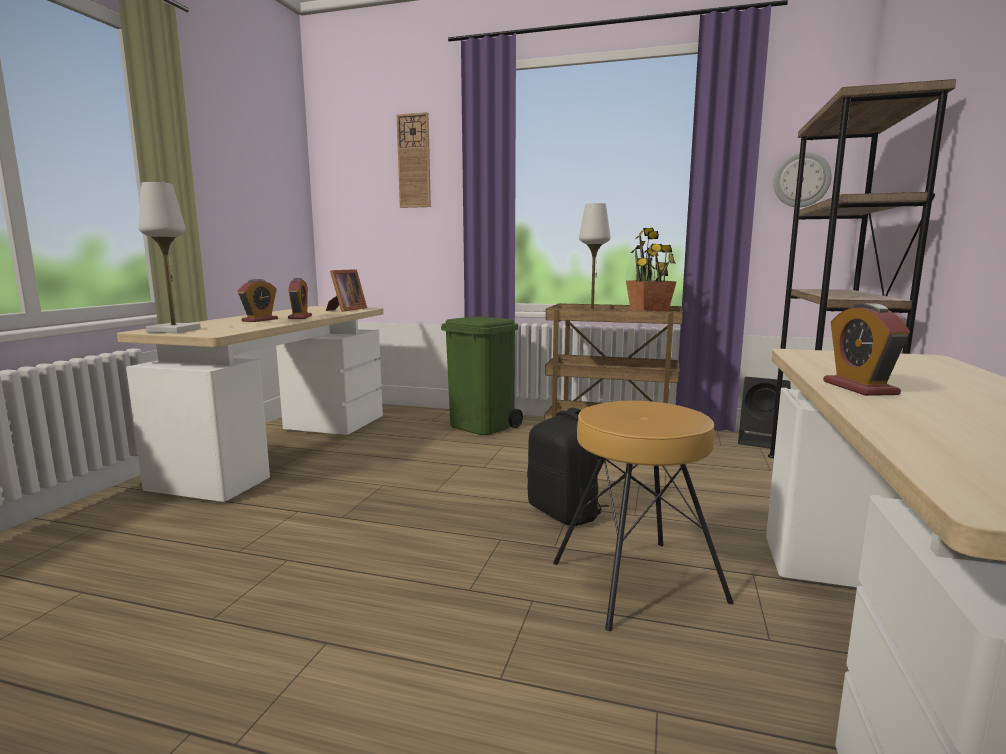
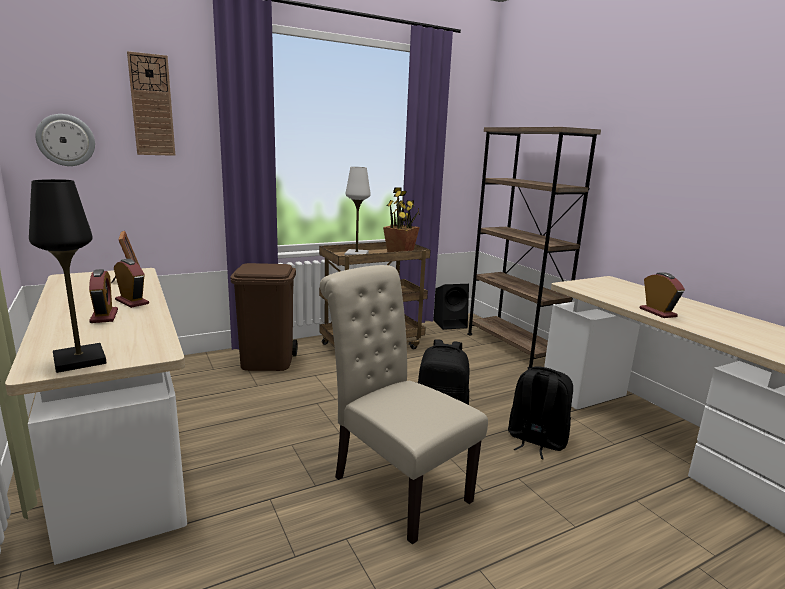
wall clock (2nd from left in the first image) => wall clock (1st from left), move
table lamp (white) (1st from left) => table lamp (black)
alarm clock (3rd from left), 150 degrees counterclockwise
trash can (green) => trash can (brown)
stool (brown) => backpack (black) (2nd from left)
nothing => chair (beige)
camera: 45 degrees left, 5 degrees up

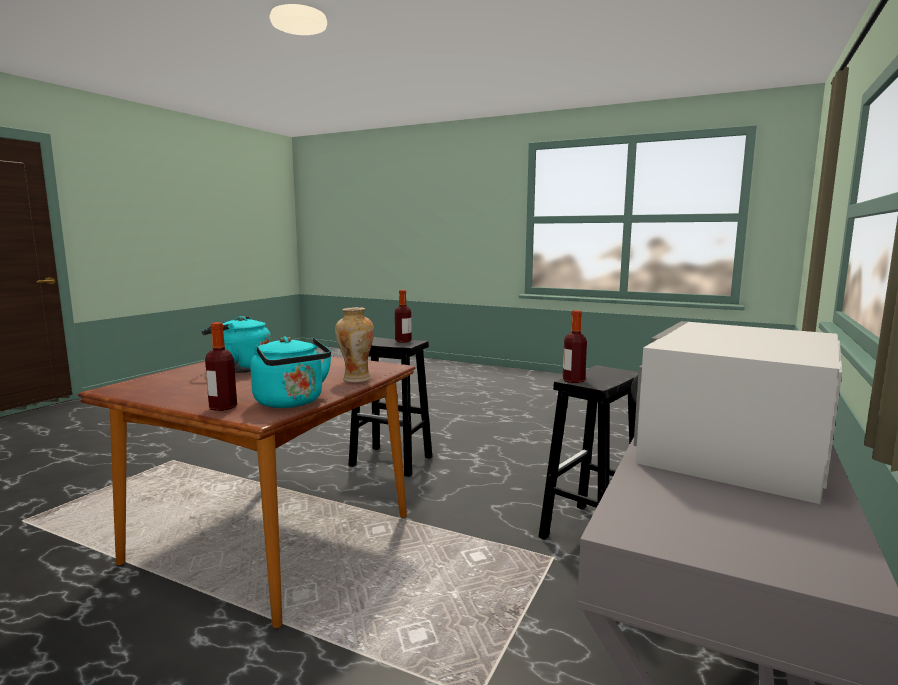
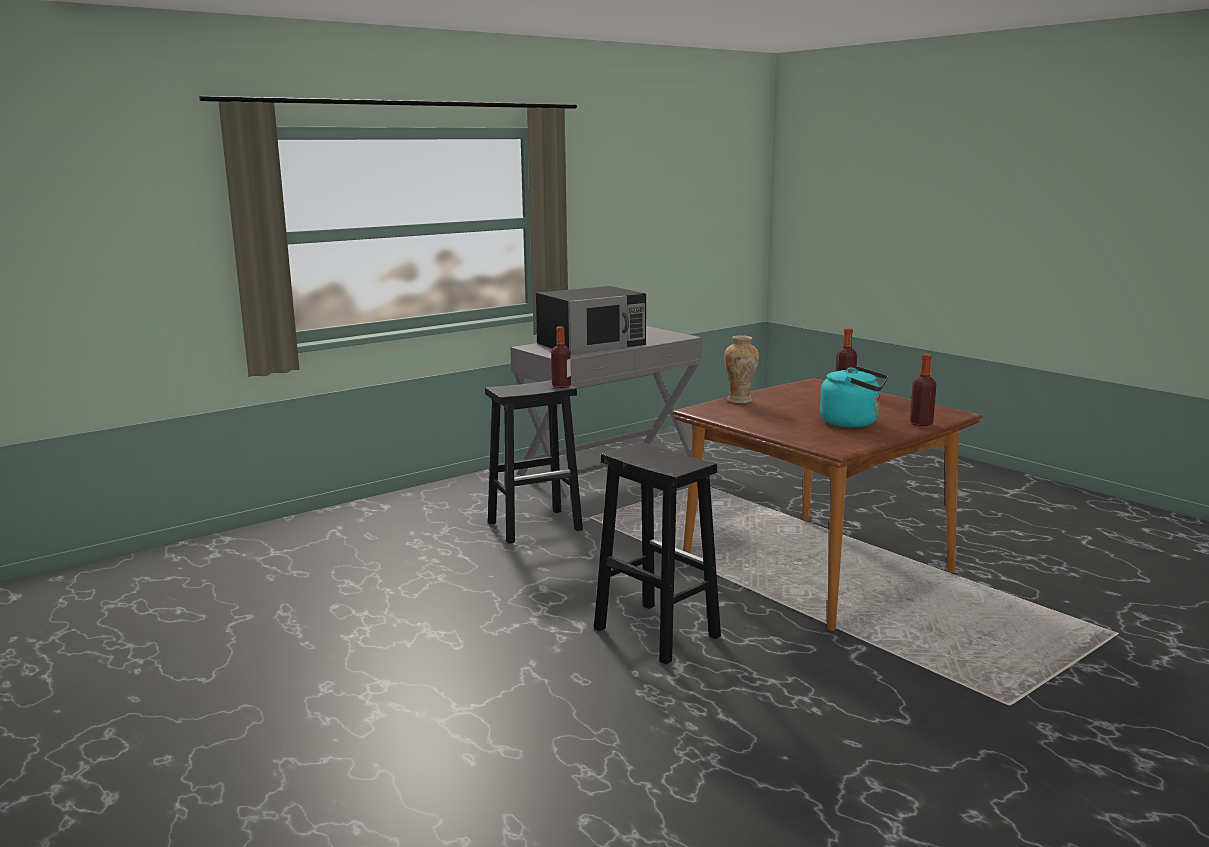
bottle (2nd from left in the first image) => bottle (3rd from left), move
microwave (white) => microwave (black)
kettle (turquoise) (2nd from left) => nothing
camera: 155 degrees left, 5 degrees up

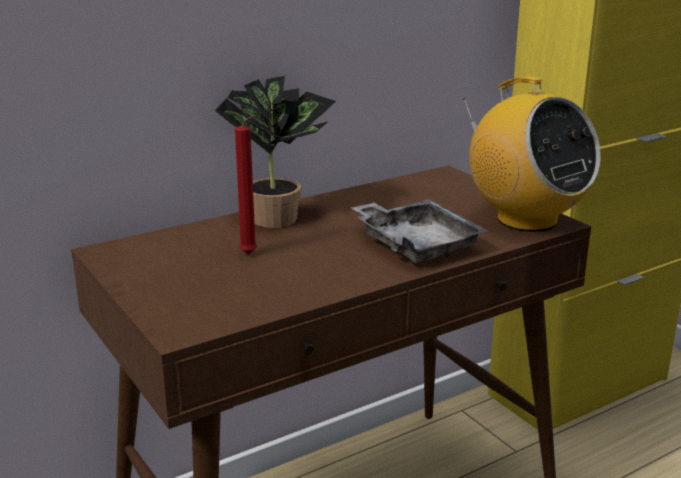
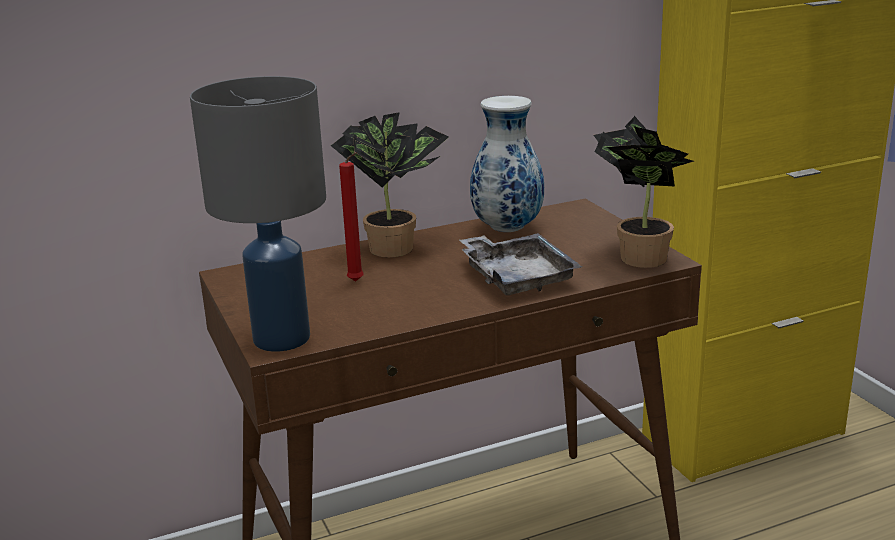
radio => potted plant (2nd from left)
nothing => table lamp (grey)
nothing => vase
camera: 10 degrees right, 0 degrees up

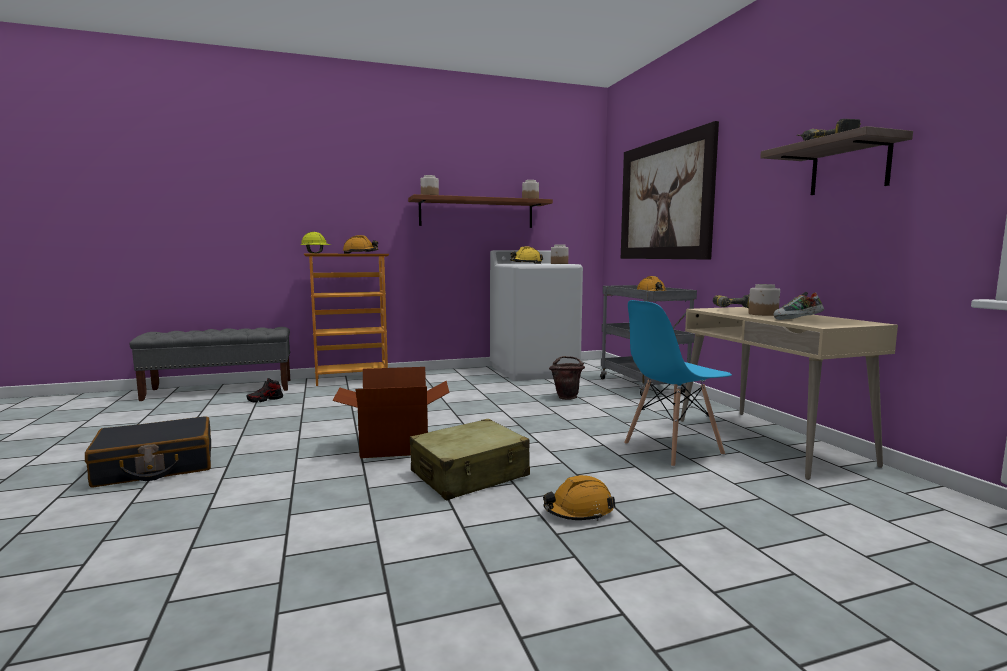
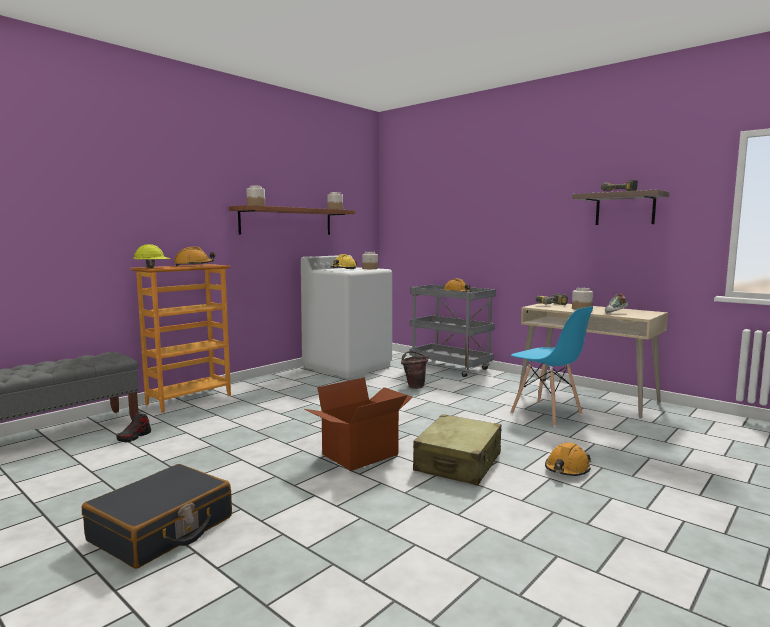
picture => nothing
chair (blue), 75 degrees counterclockwise
camera: 30 degrees left, 0 degrees up

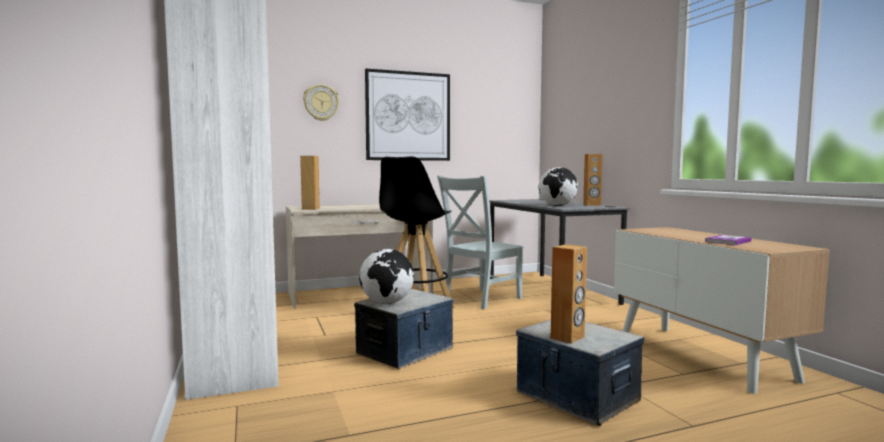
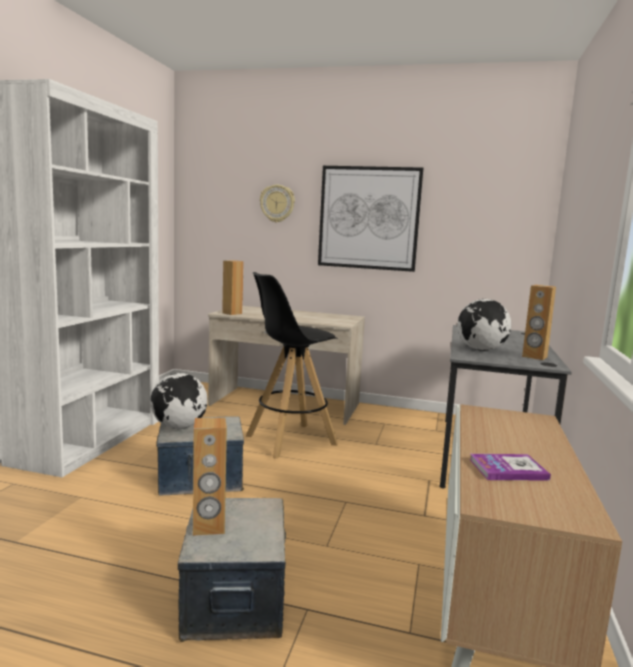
chair (grey) => nothing
camera: 35 degrees right, 5 degrees up

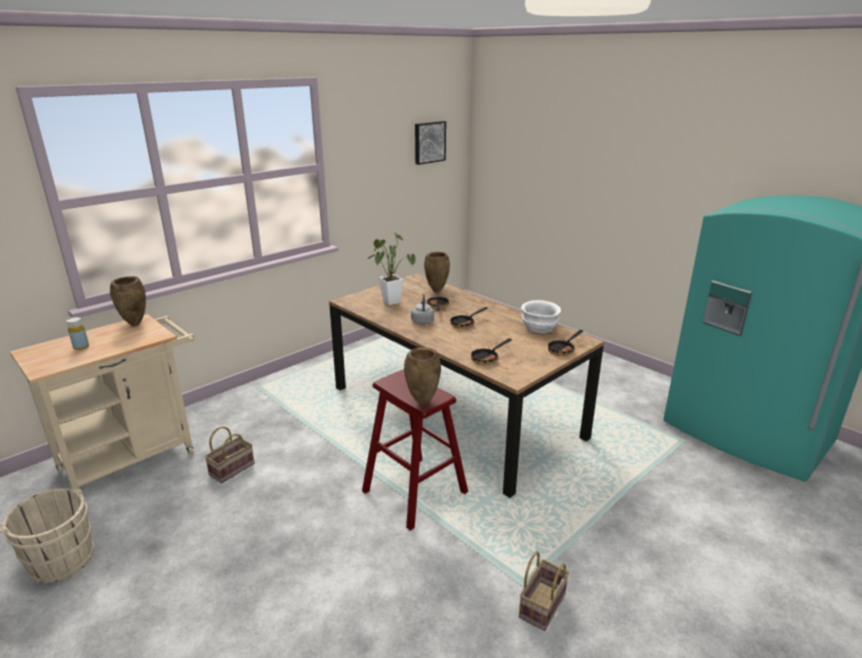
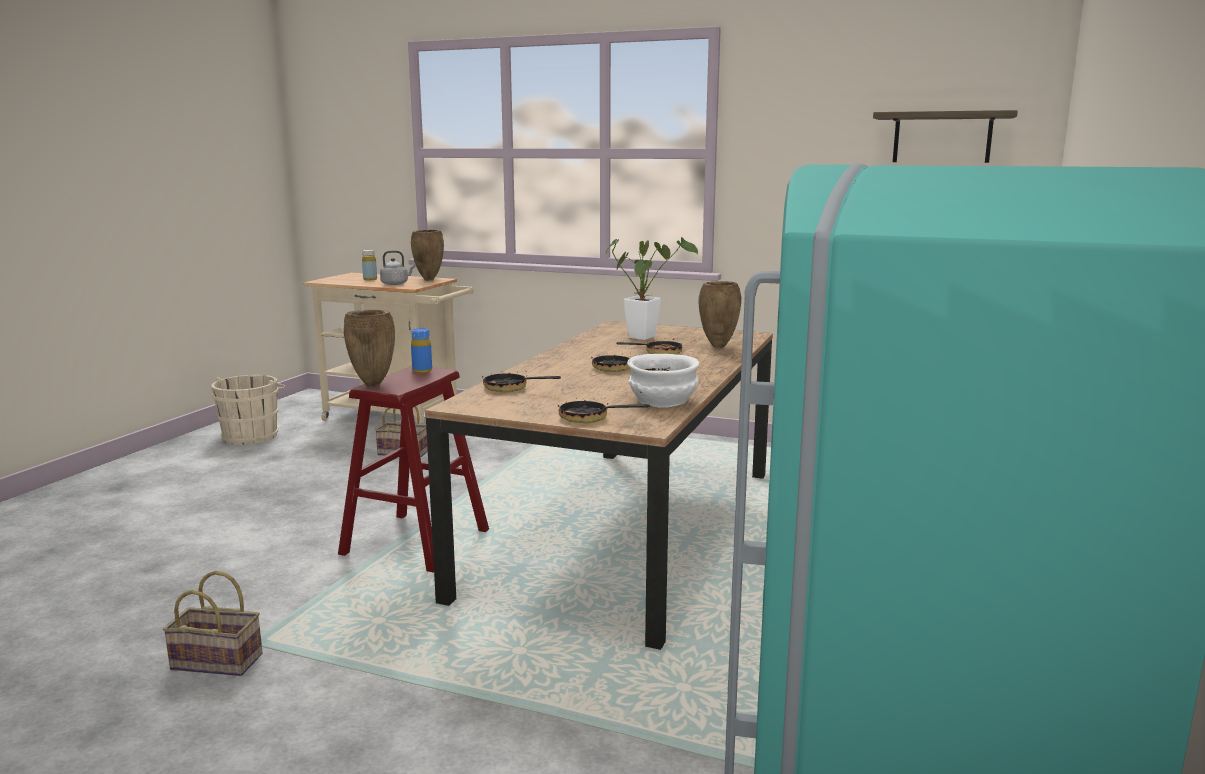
picture => shelf
kettle (grey), move
nothing => bottle (blue)
camera: 65 degrees right, 10 degrees down

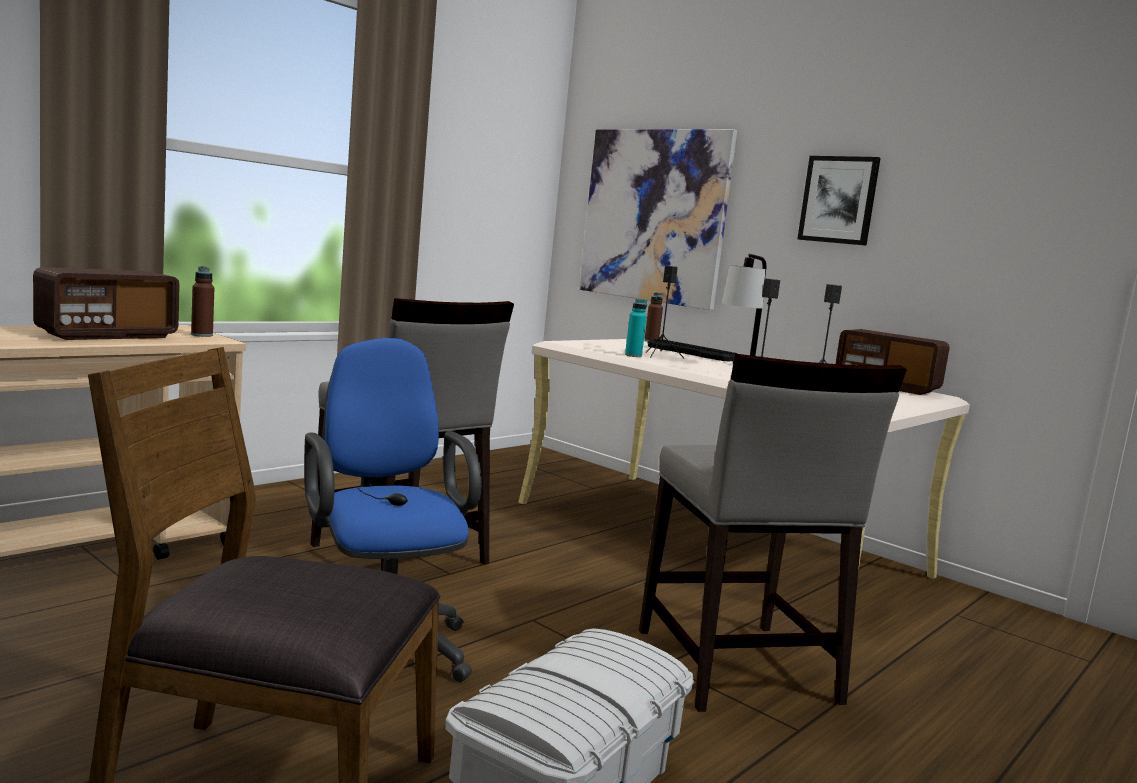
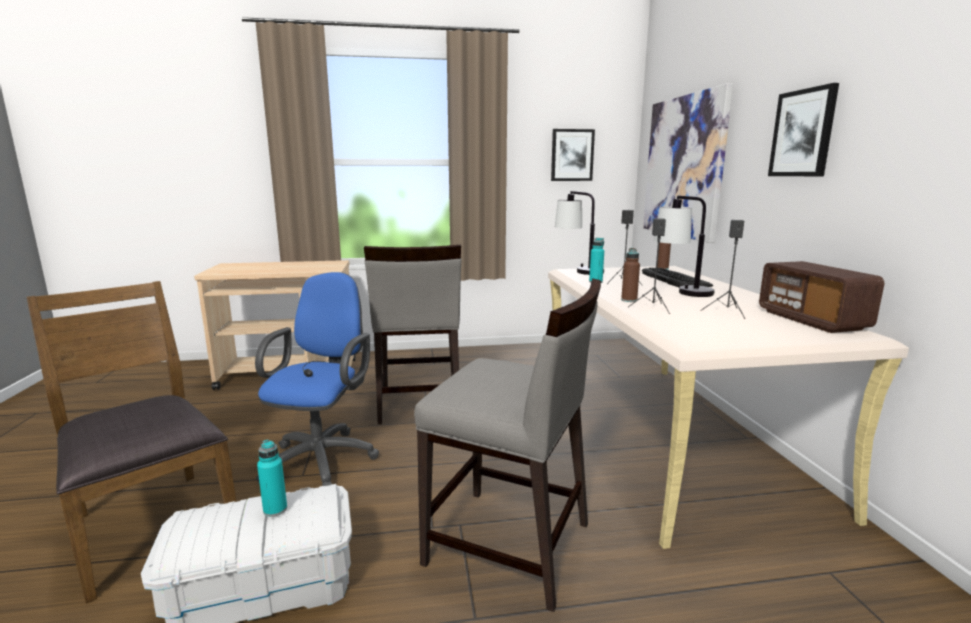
bottle (brown) (1st from left), move
radio (1st from left) => nothing
chair (grey) (2nd from left), 90 degrees counterclockwise
nothing => picture (1st from left)
nothing => table lamp (1st from left)
nothing => bottle (turquoise) (1st from left)
camera: 40 degrees right, 5 degrees up

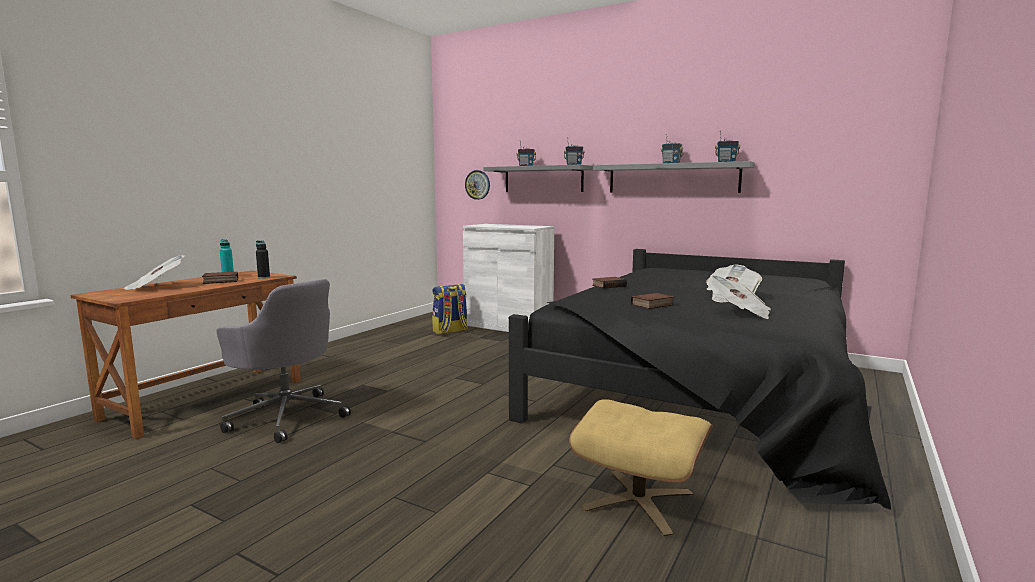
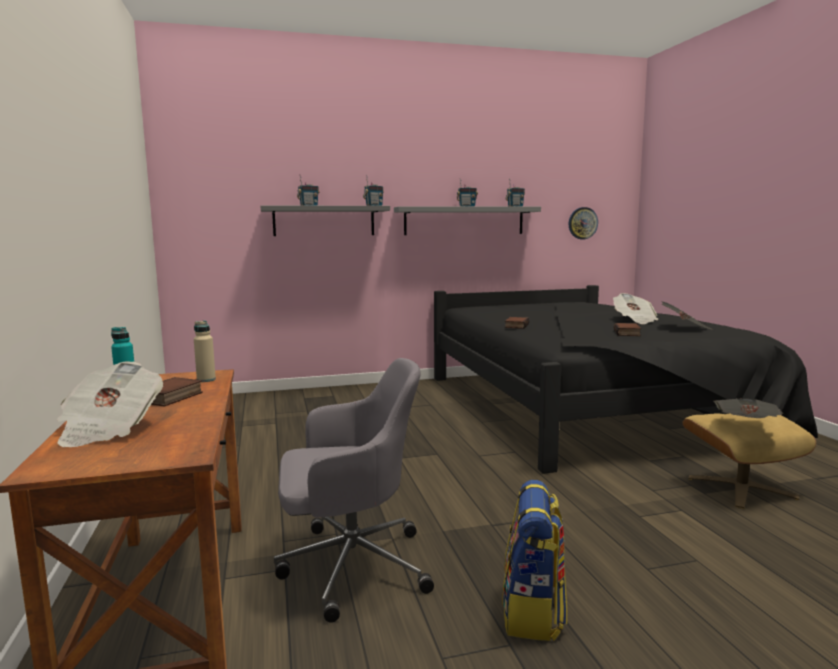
wall clock, move
cabinet (white) => nothing
bottle (black) => bottle (beige)
backpack, move
nothing => newspaper (4th from left)
camera: 45 degrees left, 0 degrees up

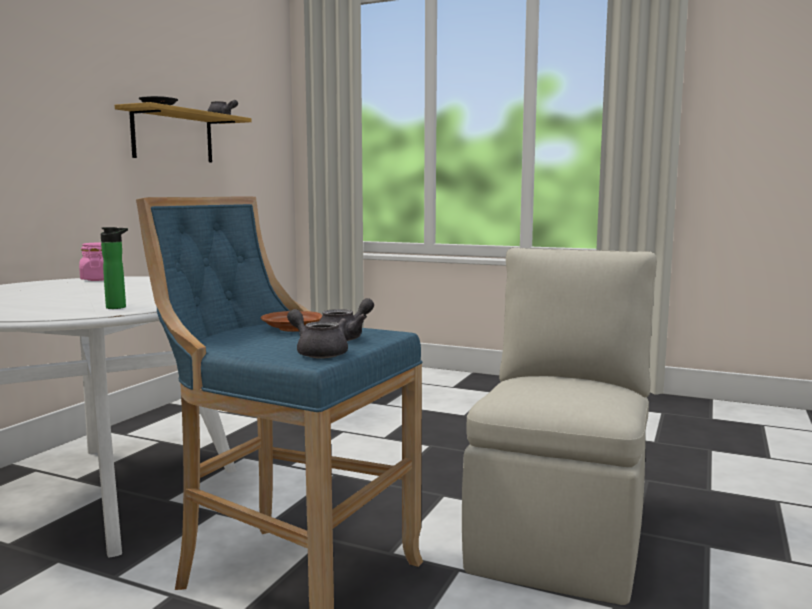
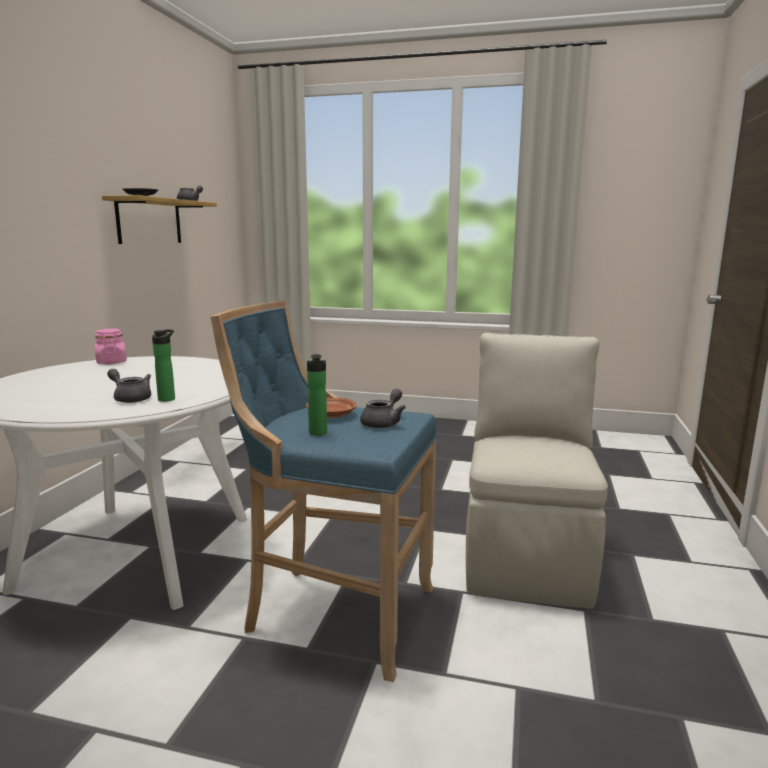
teapot (grey) (2nd from left in the first image) => teapot (grey) (1st from left), move
nothing => bottle (2nd from left)
camera: 10 degrees left, 5 degrees up

